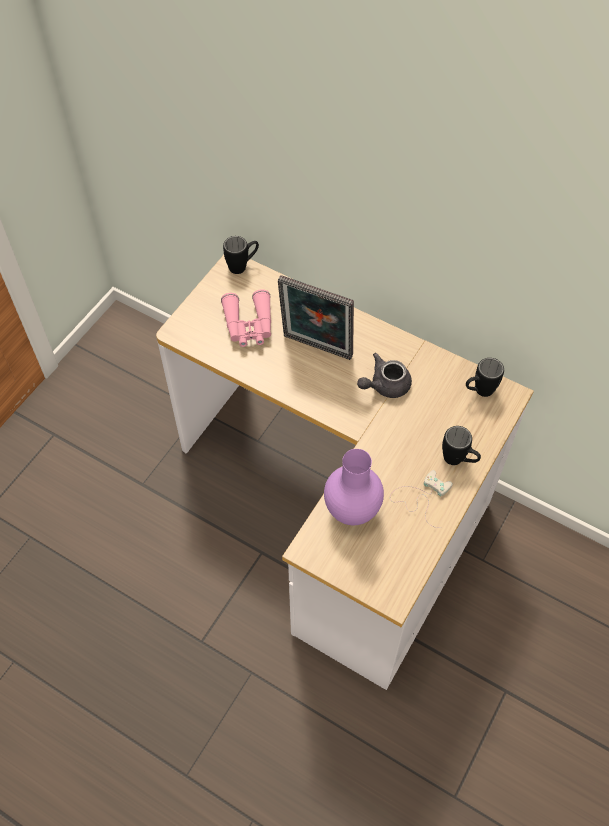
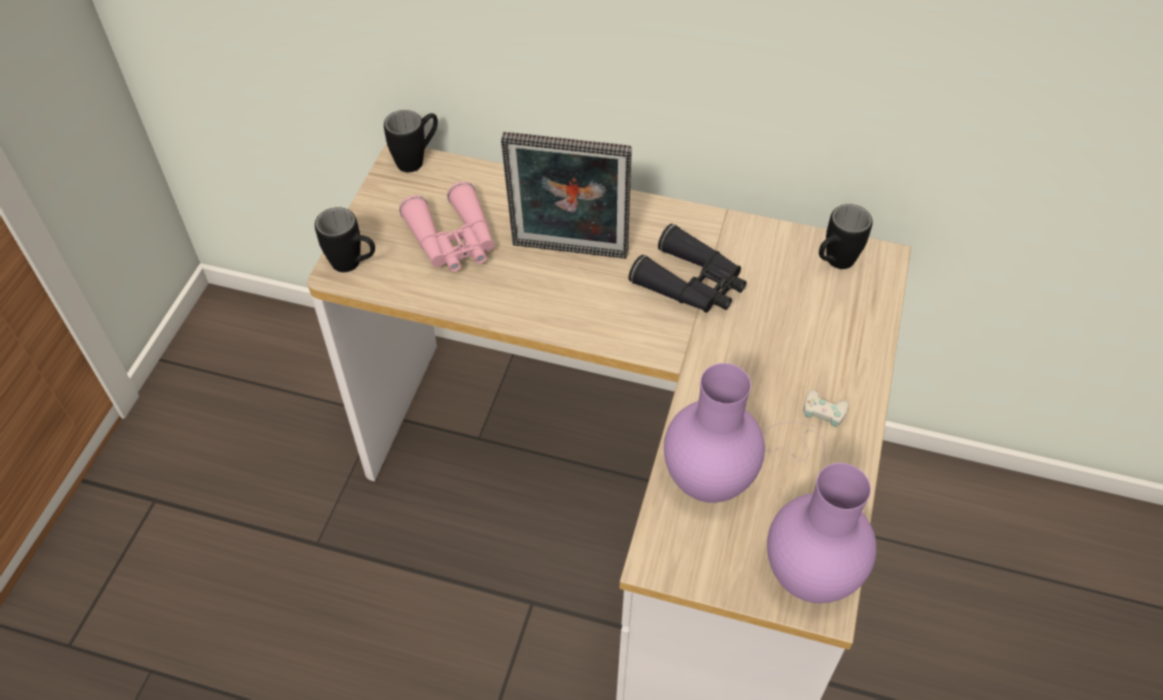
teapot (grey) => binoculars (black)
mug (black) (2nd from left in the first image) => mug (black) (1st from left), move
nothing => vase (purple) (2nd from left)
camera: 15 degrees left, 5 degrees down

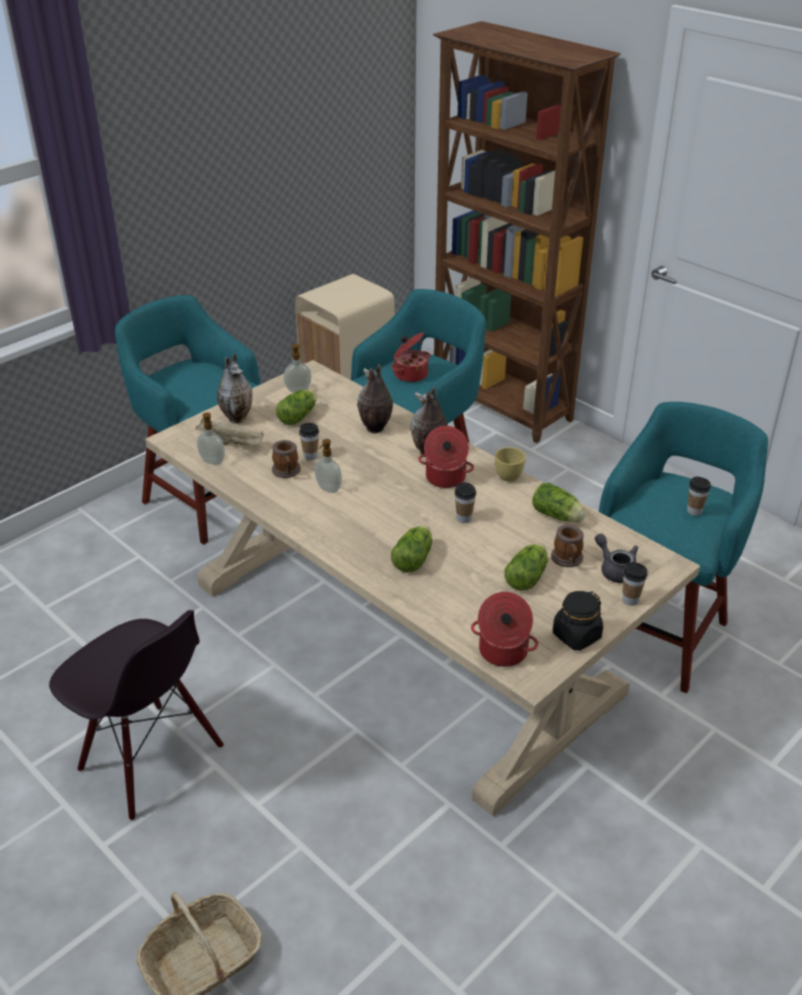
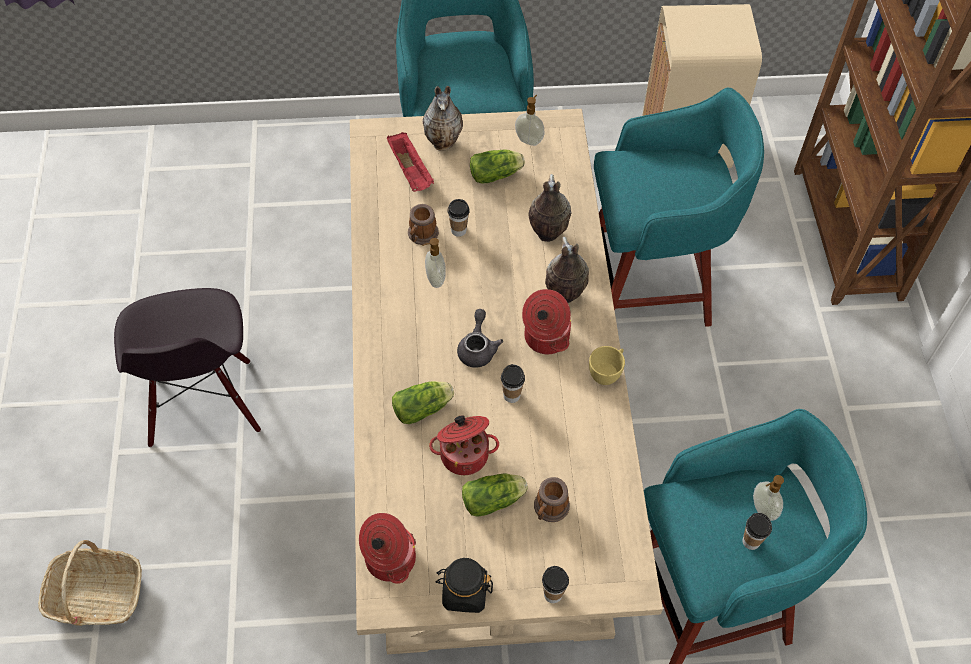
cooking pot (1st from left in the first image) => cooking pot (2nd from left), move
soap dispenser (1st from left in the first image) => soap dispenser (3rd from left), move
tray (beige) => tray (red)
lettuce (4th from left) => nothing
teapot (grey), move
camera: 40 degrees right, 20 degrees up

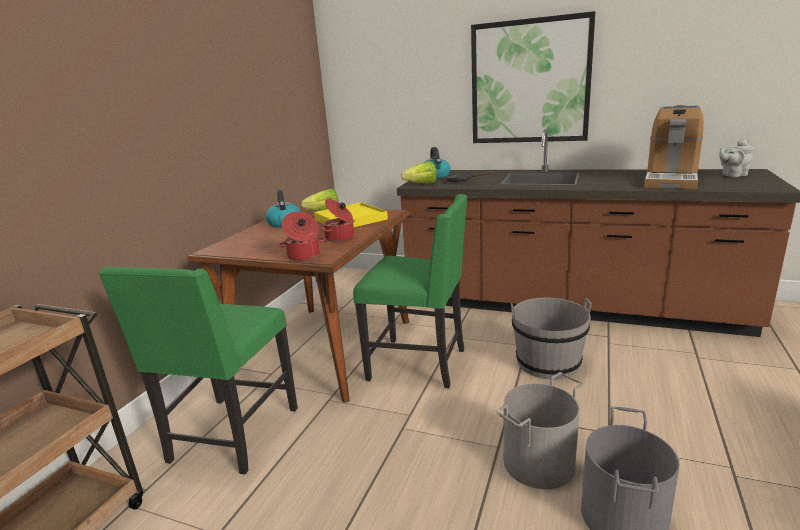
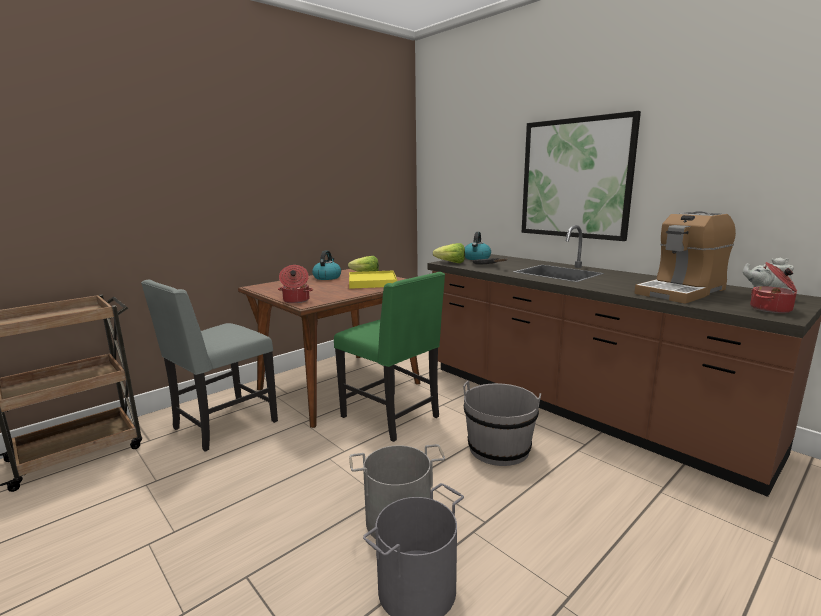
cooking pot (2nd from left), move
chair (green) (1st from left) => chair (grey)
camera: 25 degrees right, 5 degrees down

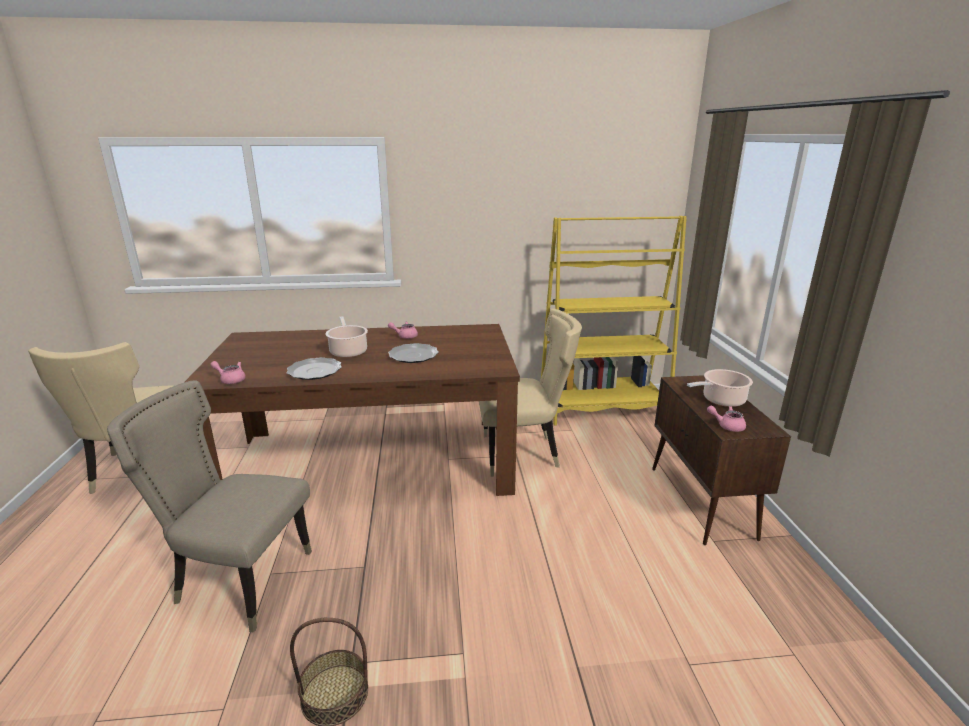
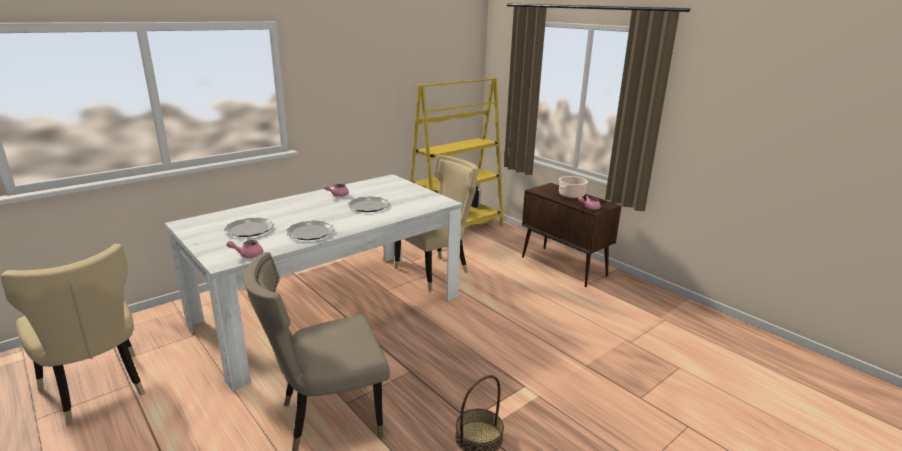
cooking pot (1st from left) => nothing
dining table (brown) => dining table (white)
nothing => plate (1st from left)
camera: 35 degrees left, 0 degrees up

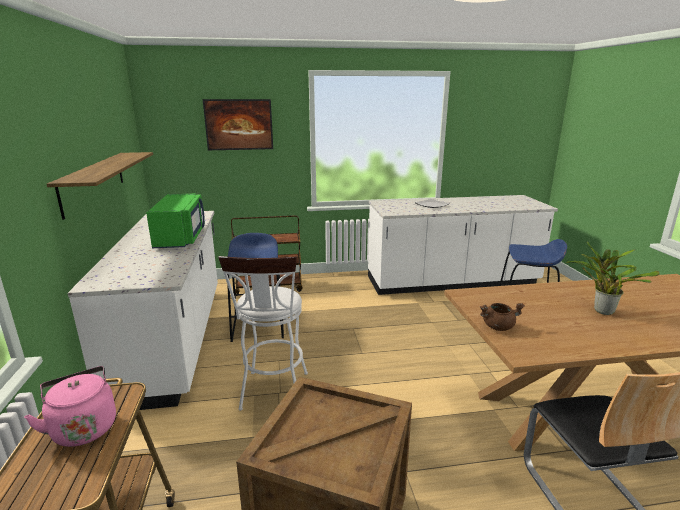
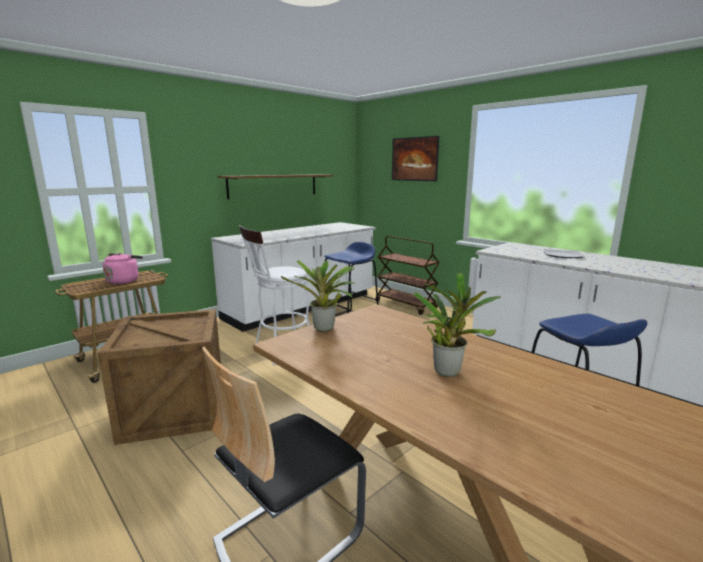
microwave (green) => nothing
cooking pot (brown) => potted plant (1st from left)
camera: 55 degrees right, 5 degrees down

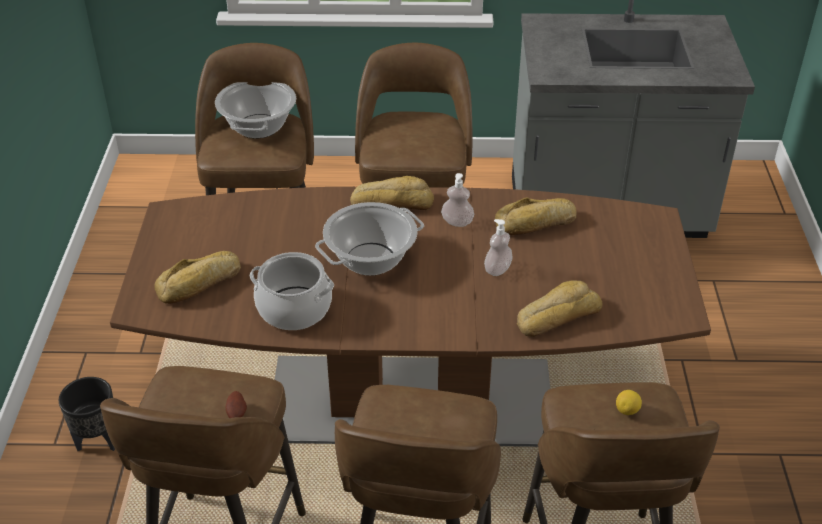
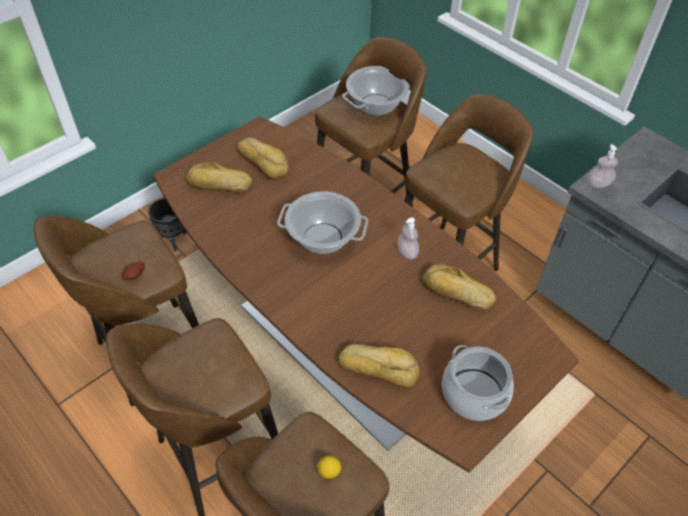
bread (2nd from left), move
soap dispenser (2nd from left), move
cooking pot (2nd from left in the first image) => cooking pot (3rd from left), move
camera: 45 degrees right, 10 degrees up

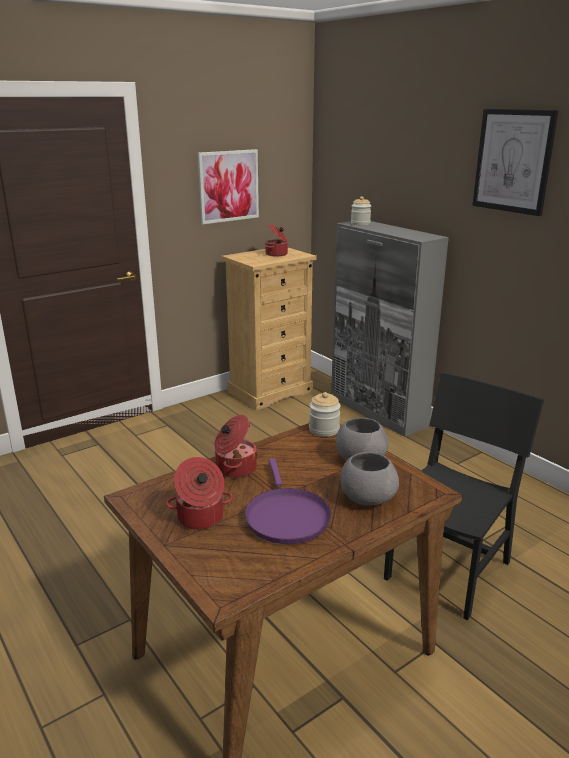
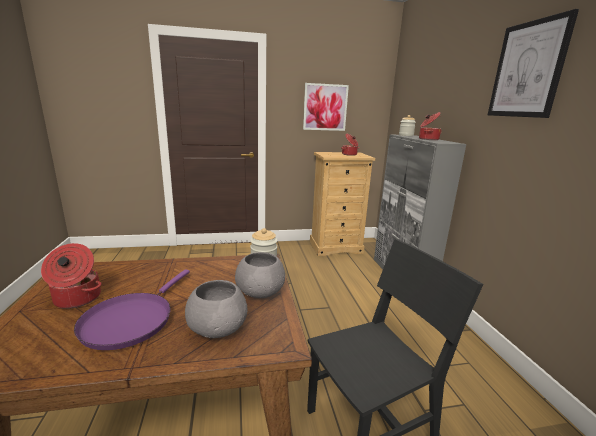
cooking pot (2nd from left in the first image) => cooking pot (3rd from left), move
camera: 25 degrees right, 5 degrees down

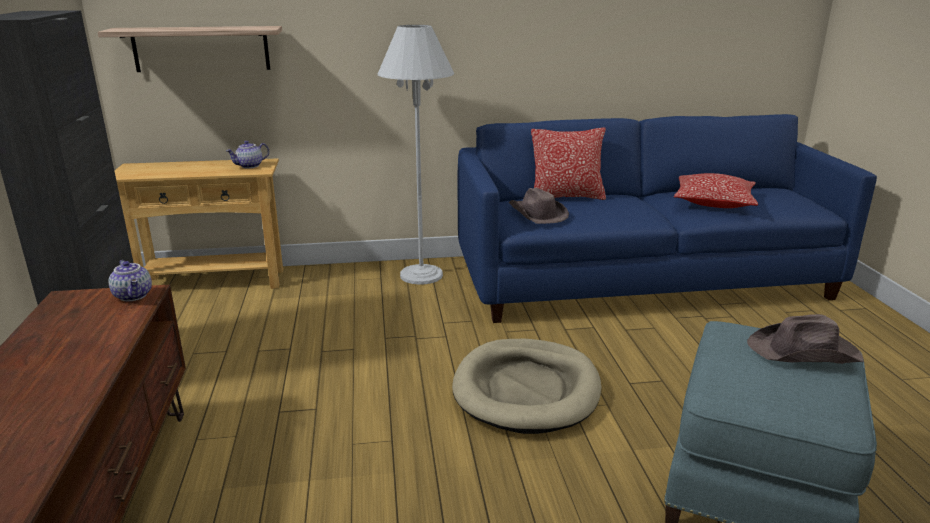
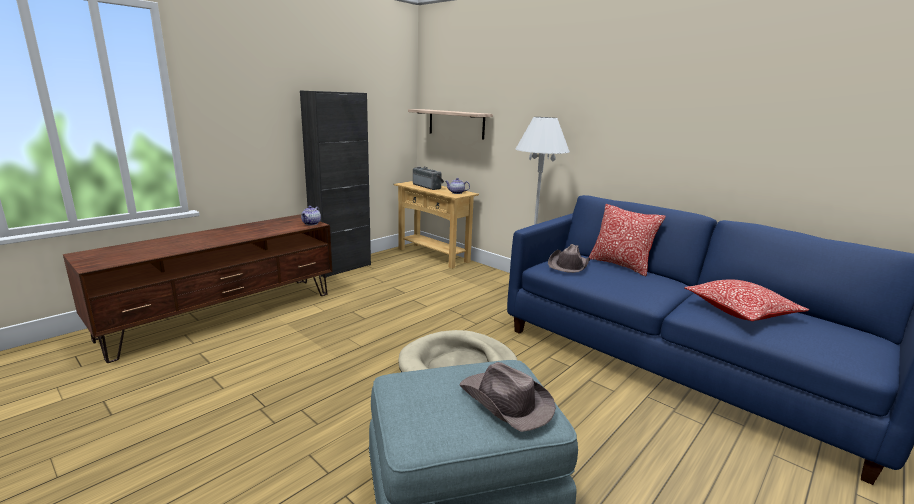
nothing => radio
camera: 50 degrees right, 5 degrees down

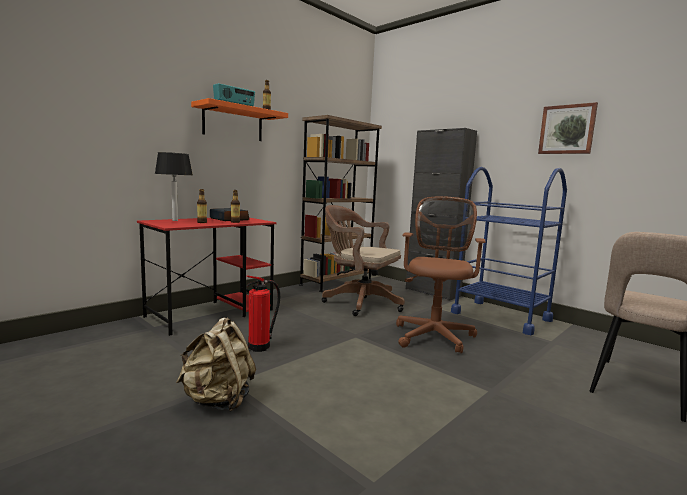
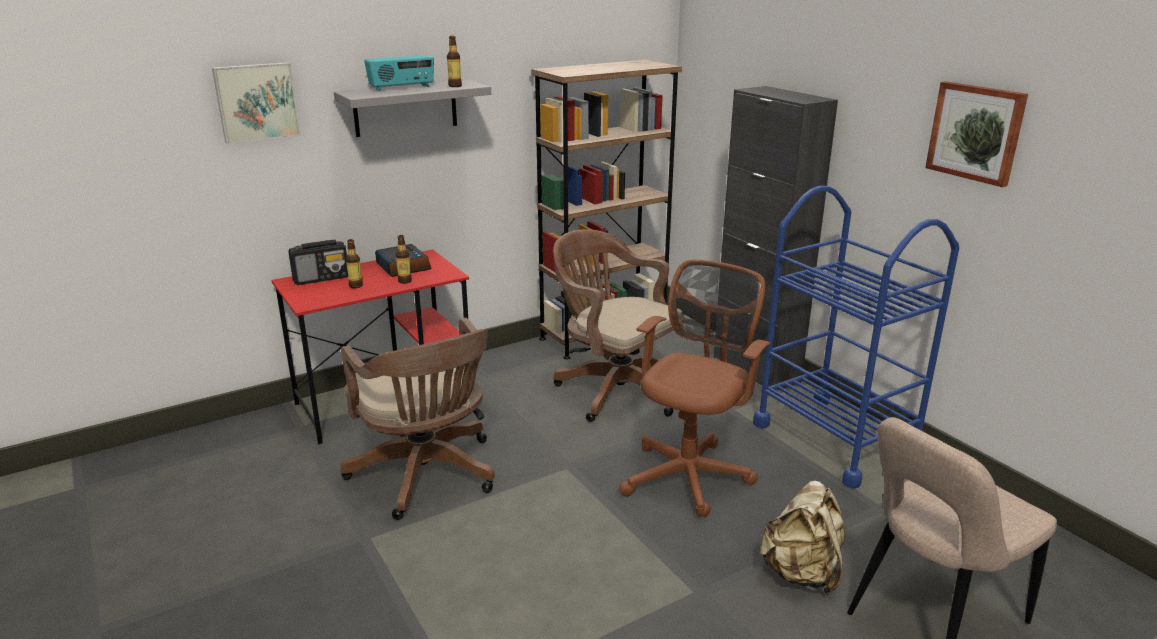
shelf (orange) => shelf (grey)
table lamp => radio (1st from left)
fire extinguisher => office chair (brown) (1st from left)
backpack (beige), move
nothing => picture (1st from left)
camera: 15 degrees right, 15 degrees up

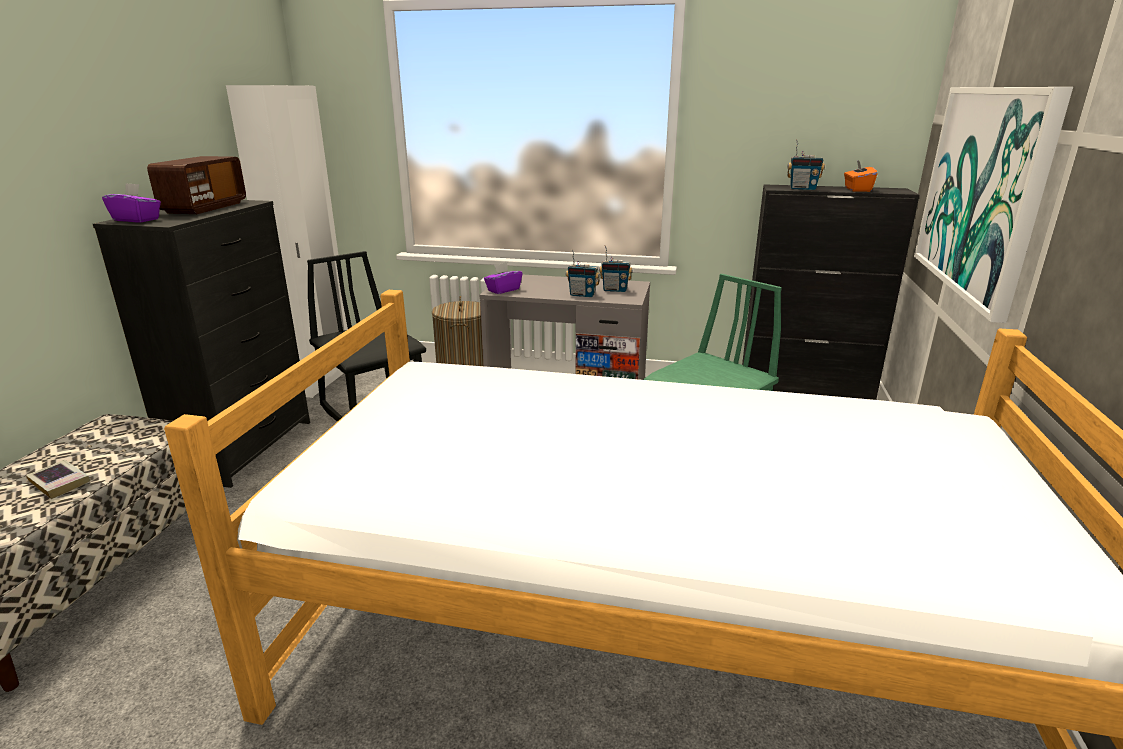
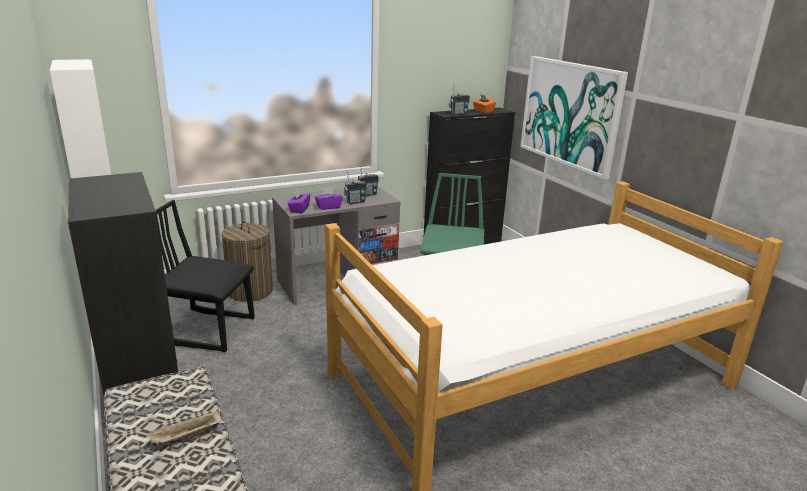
radio (1st from left) => nothing
tissue box (purple) (1st from left in the first image) => tissue box (purple) (2nd from left), move
book => tray (beige)
camera: 40 degrees left, 0 degrees up

